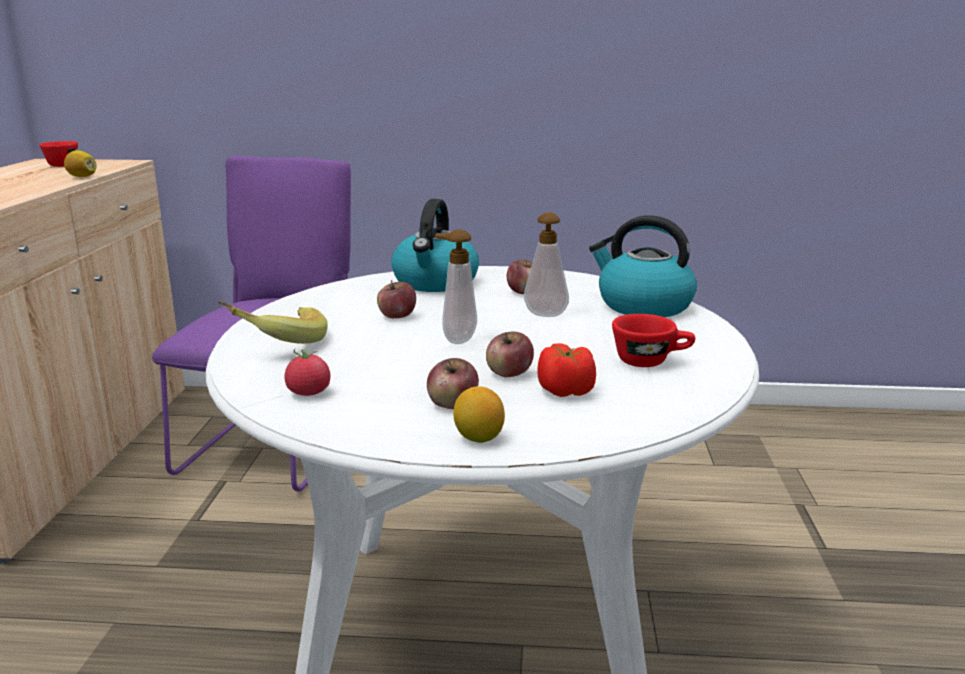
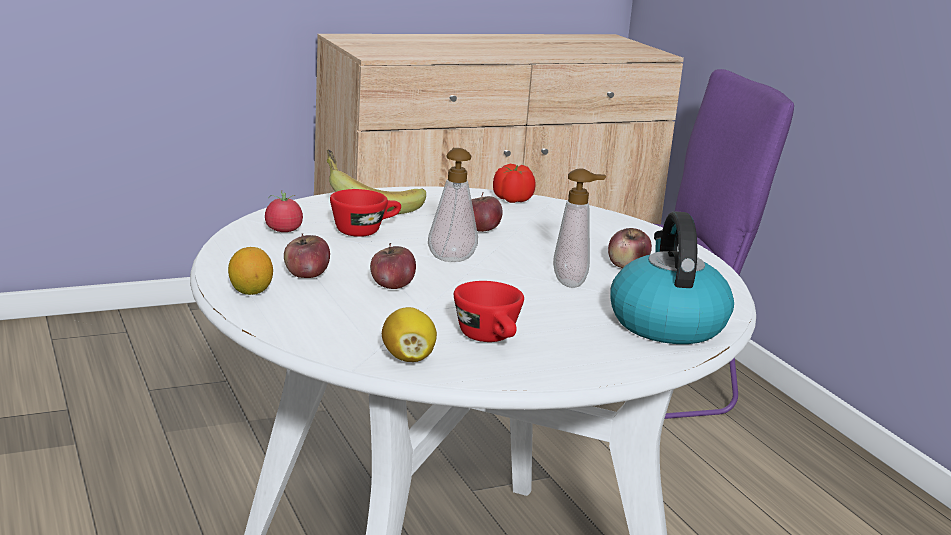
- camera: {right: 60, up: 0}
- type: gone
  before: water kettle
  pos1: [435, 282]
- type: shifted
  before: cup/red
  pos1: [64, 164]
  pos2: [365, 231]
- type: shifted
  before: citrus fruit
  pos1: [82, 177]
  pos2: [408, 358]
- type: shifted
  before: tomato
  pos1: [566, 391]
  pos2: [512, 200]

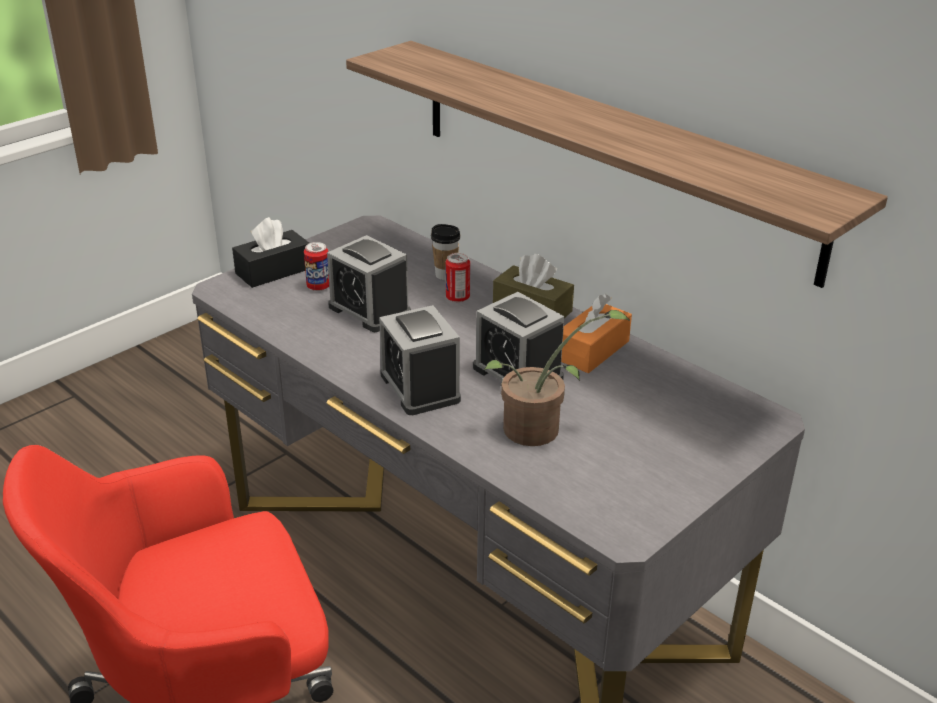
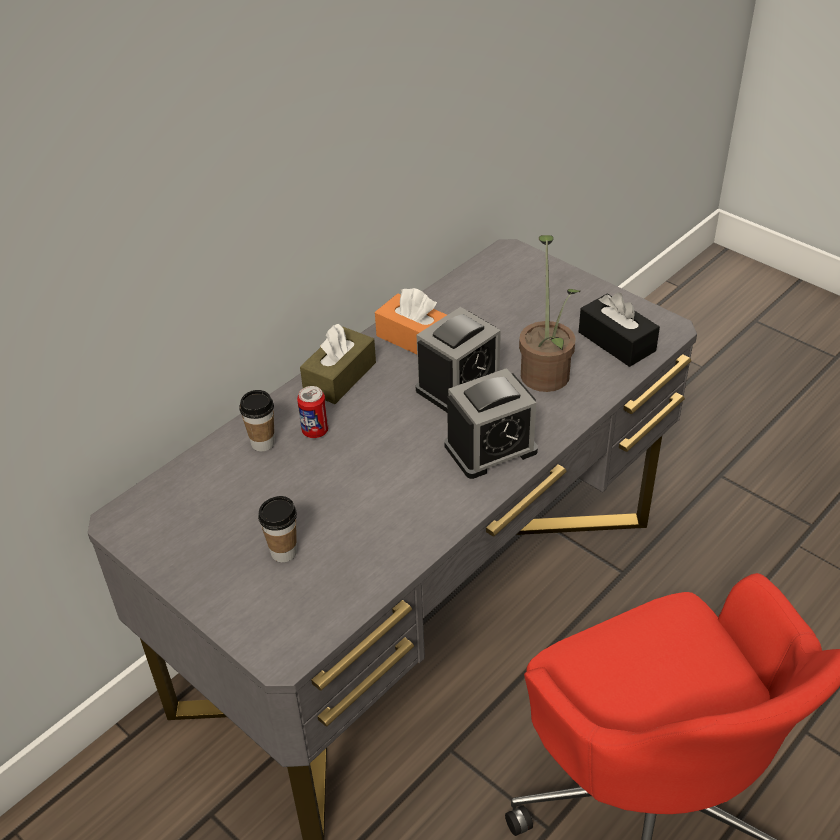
- camera: {right: -90, up: 10}
- type: gone
  before: table clock
  pos1: [369, 310]
- type: gone
  before: wall shelf
  pos1: [608, 154]
- type: shifted
  before: box of tissues/black-coloured
  pos1: [273, 271]
  pos2: [616, 341]
- type: swapped
  before: metal can
  after: cup
  pos1: [318, 287]
  pos2: [283, 552]

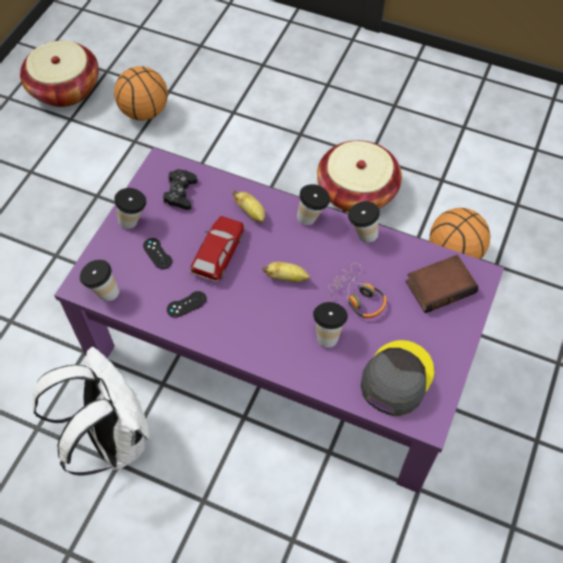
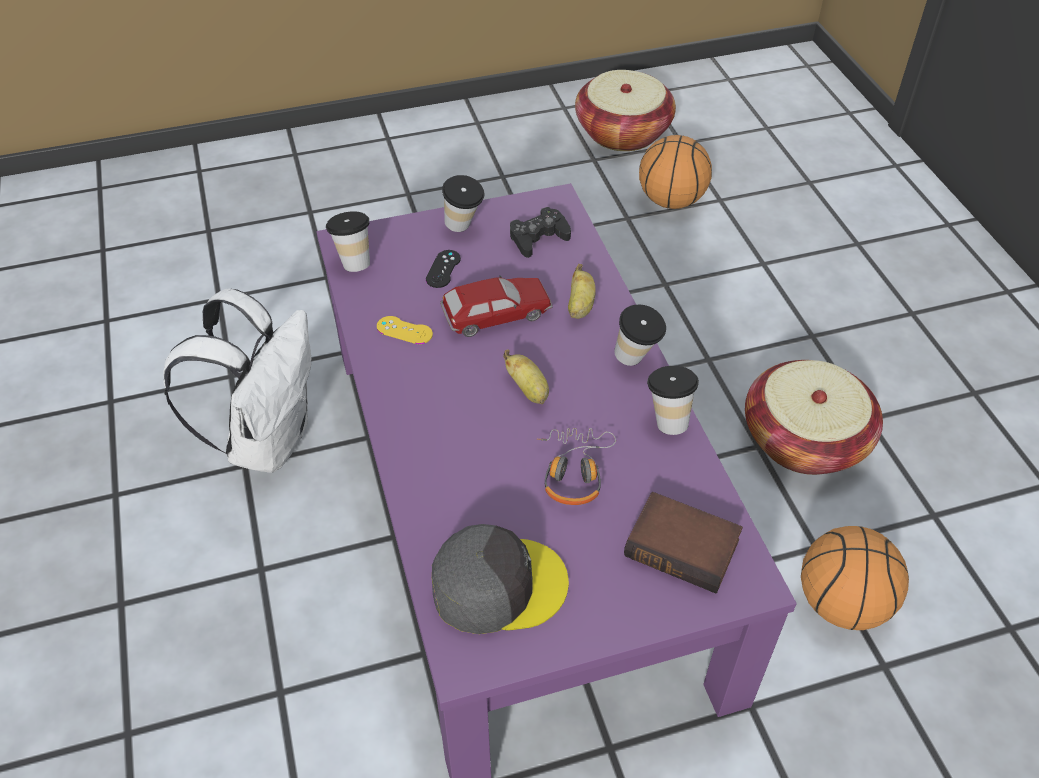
- camera: {right: 50, up: -10}
- type: gone
  before: cup
  pos1: [328, 334]
- type: repainted
  before: gamepad/black-coloured
  after: gamepad/yellow
  pos1: [186, 304]
  pos2: [404, 330]

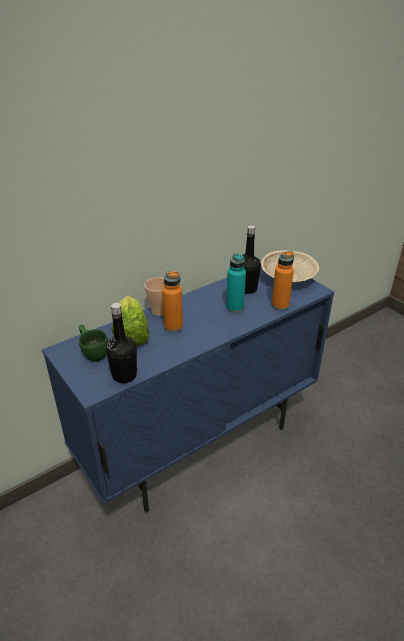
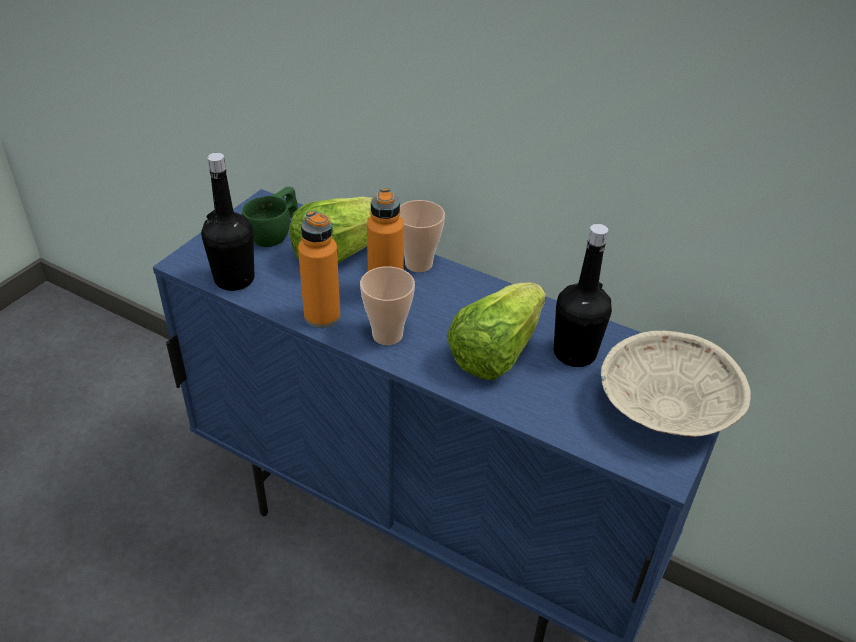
- camera: {right: 65, up: 5}
- type: new
  after: cup
  pos2: [387, 335]
- type: shifted
  before: drink bottle/orangey
  pos1: [280, 305]
  pos2: [322, 316]
- type: swapped
  before: drink bottle/blue-green
  after: lettuce head
  pos1: [235, 307]
  pos2: [495, 352]

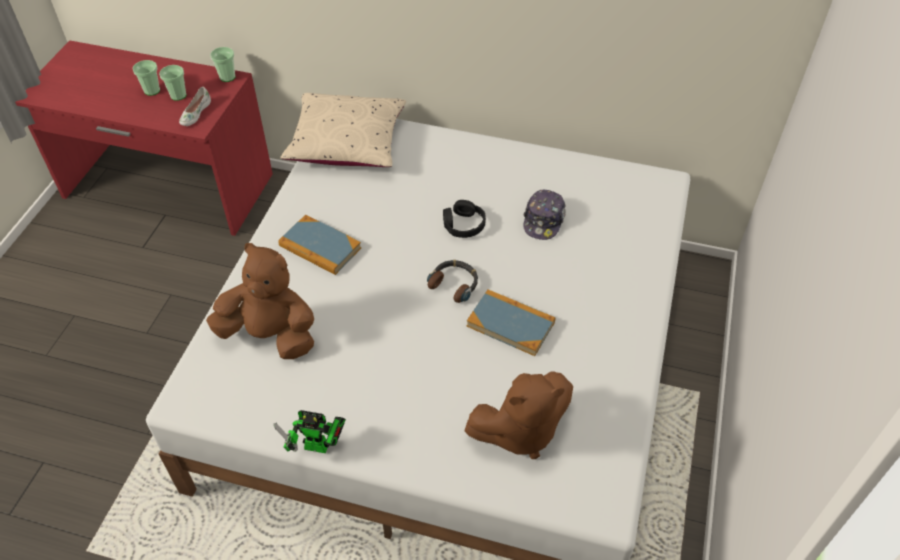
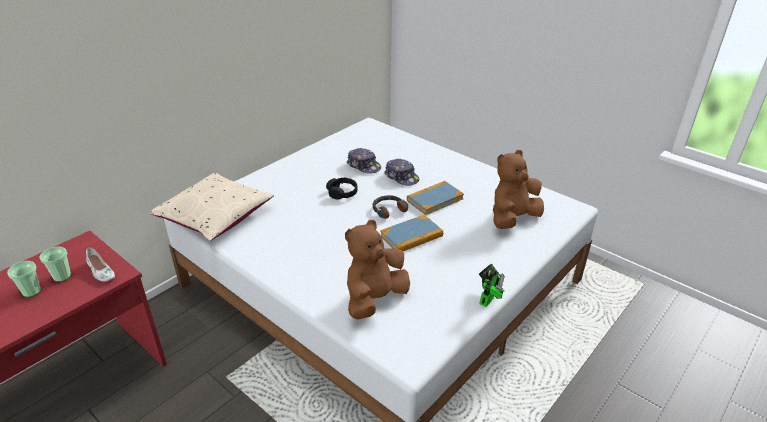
- camera: {right: -65, up: -15}
- type: gone
  before: cup
  pos1: [227, 77]
- type: new
  after: baseball cap
  pos2: [402, 177]
- type: shifted
  before: volume
  pos1: [320, 247]
  pos2: [411, 236]
- type: rotated
  before: soft toy/brown
  pos1: [520, 431]
  pos2: [512, 219]
  turn: -135

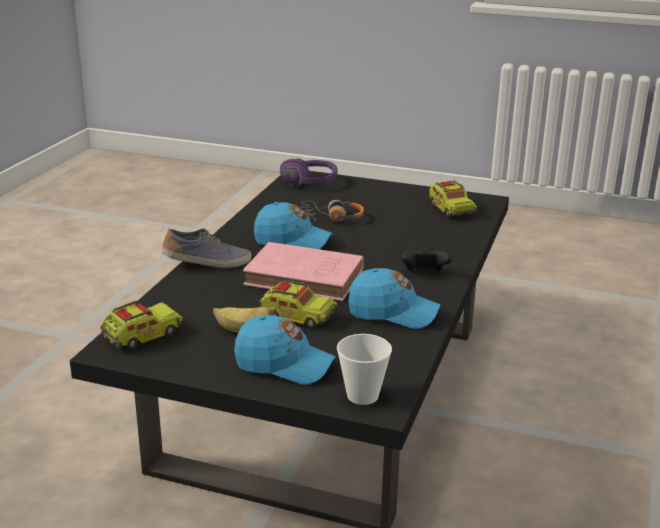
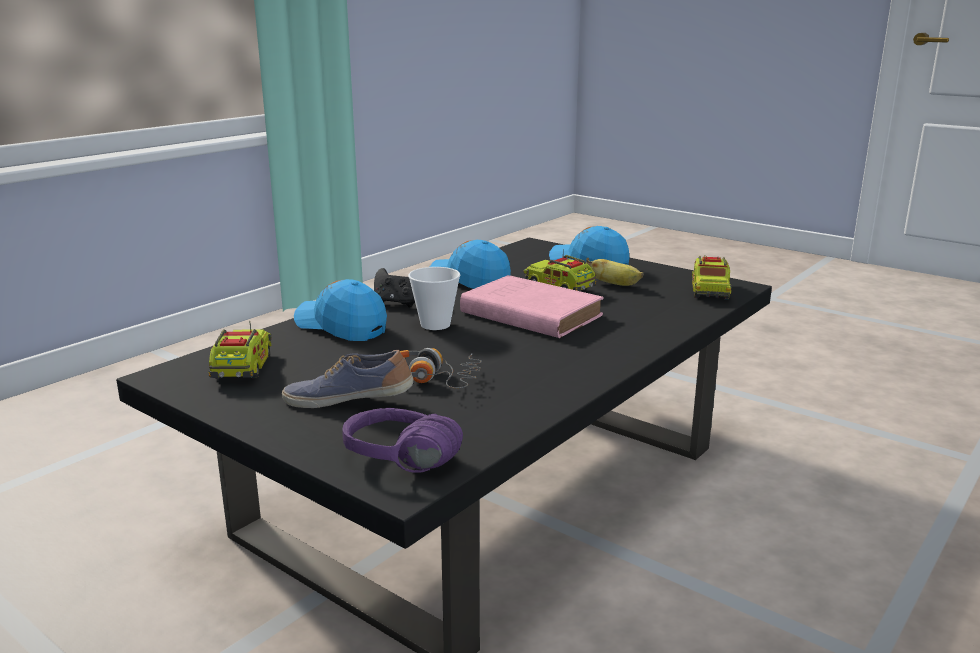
- camera: {right: -160, up: -5}
- type: shifted
  before: item of footwear
  pos1: [207, 263]
  pos2: [349, 401]
- type: shifted
  before: baseball cap/blue
  pos1: [292, 241]
  pos2: [341, 326]
- type: shifted
  before: cup
  pos1: [362, 396]
  pos2: [435, 324]
- type: rotated
  before: toy truck
  pos1: [142, 336]
  pos2: [709, 291]
  turn: -60

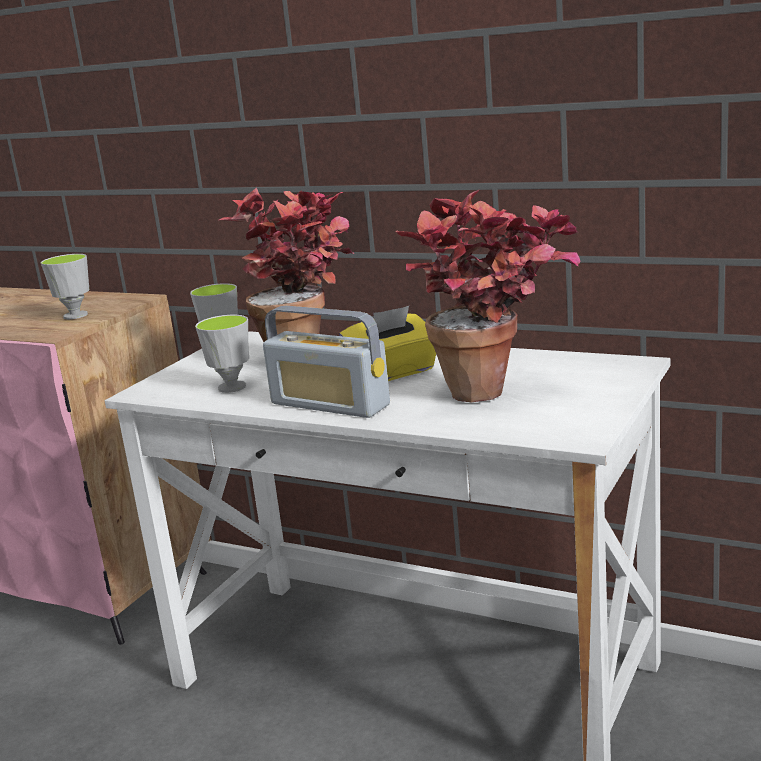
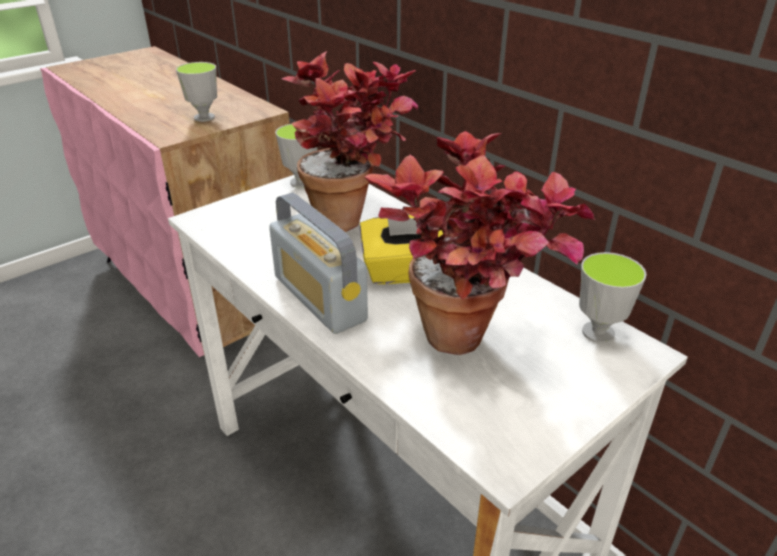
- camera: {right: 20, up: 15}
- type: shifted
  before: cup
  pos1: [232, 387]
  pos2: [598, 333]

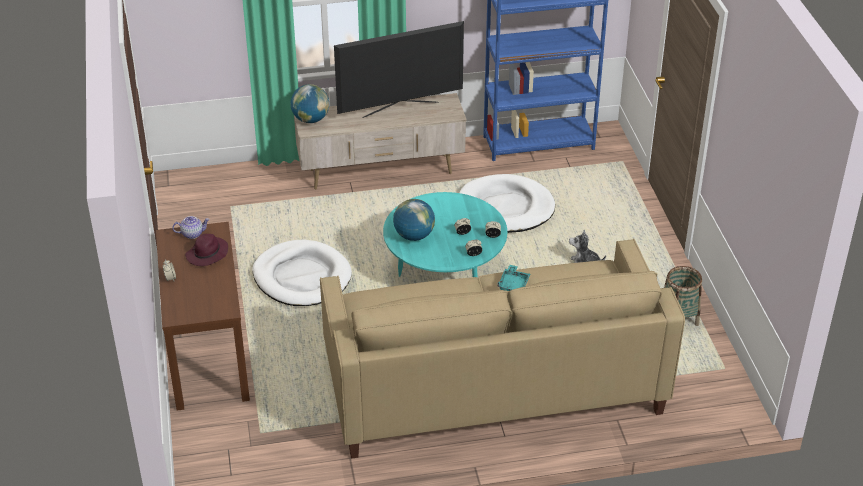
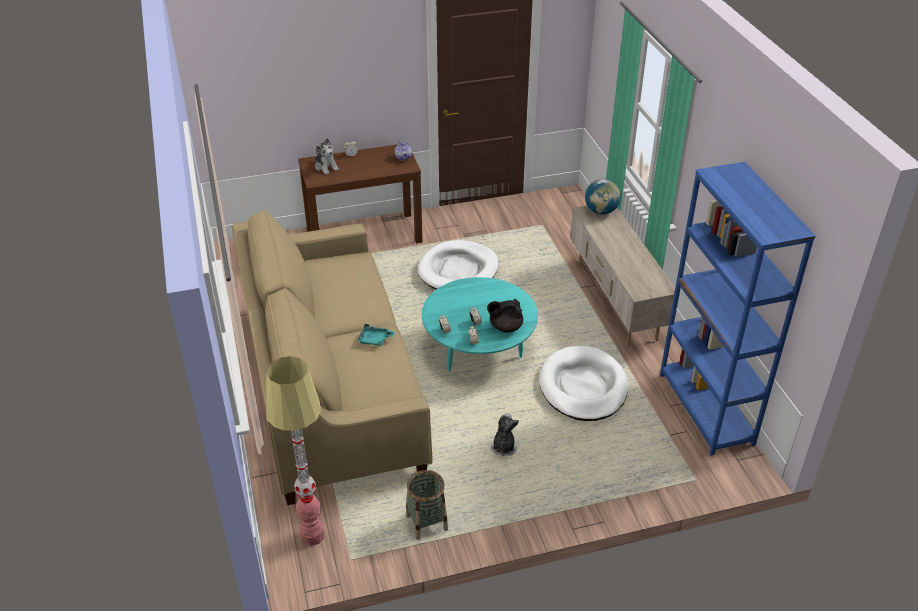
- camera: {right: 85, up: 0}
- type: gone
  before: hat/purple
  pos1: [207, 254]
- type: gone
  before: TV
  pos1: [400, 109]
- type: gone
  before: globe
  pos1: [414, 235]
- type: new
  after: standard lamp
  pos2: [312, 535]
- type: new
  after: soft toy
  pos2: [326, 167]
- type: new
  after: pot for tea/black-coloured
  pos2: [505, 327]

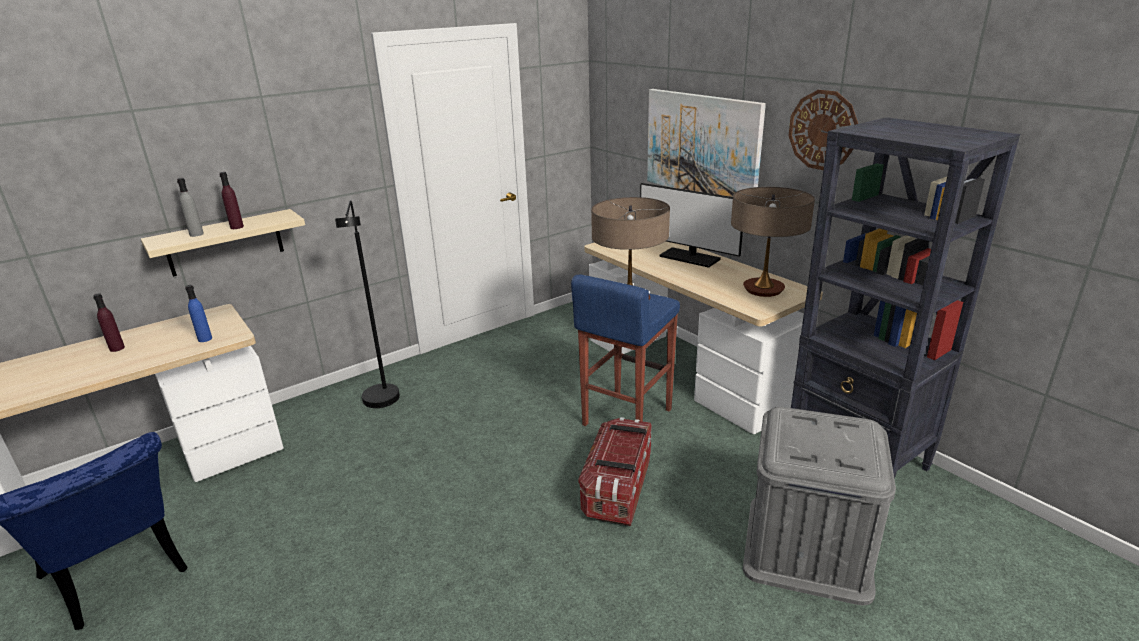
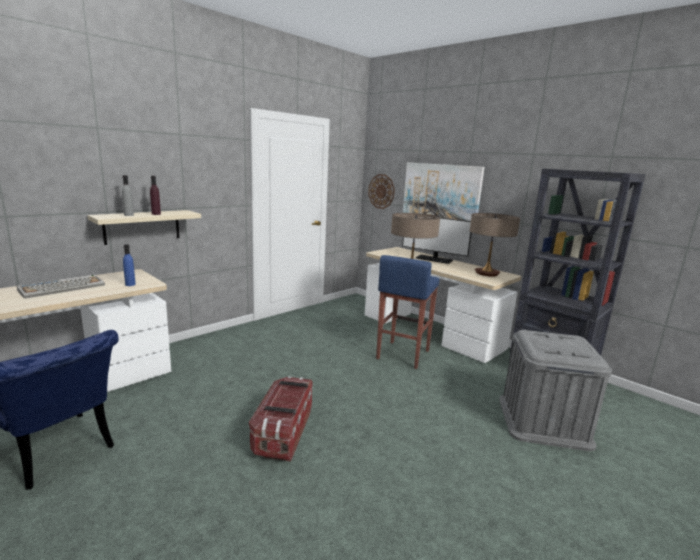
- camera: {right: -10, up: -10}
- type: gone
  before: standard lamp/black-coloured
  pos1: [382, 403]
- type: shifted
  before: storage bin
  pos1: [617, 488]
  pos2: [283, 432]
- type: shifted
  before: clock on the wall
  pos1: [823, 130]
  pos2: [381, 191]
- type: swapped
  before: drink bottle/purple
  after: PC keyboard
  pos1: [117, 348]
  pos2: [63, 287]

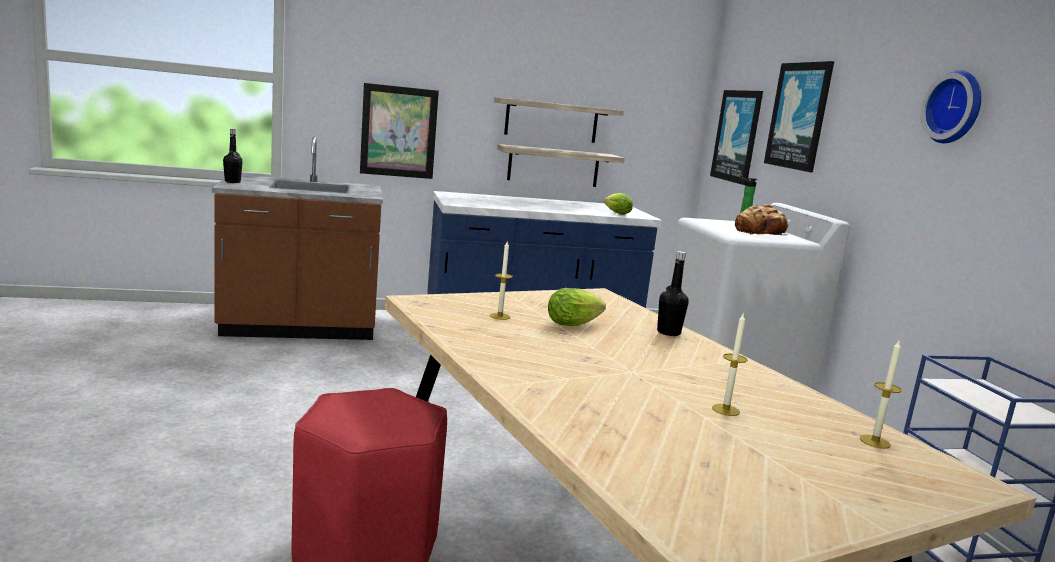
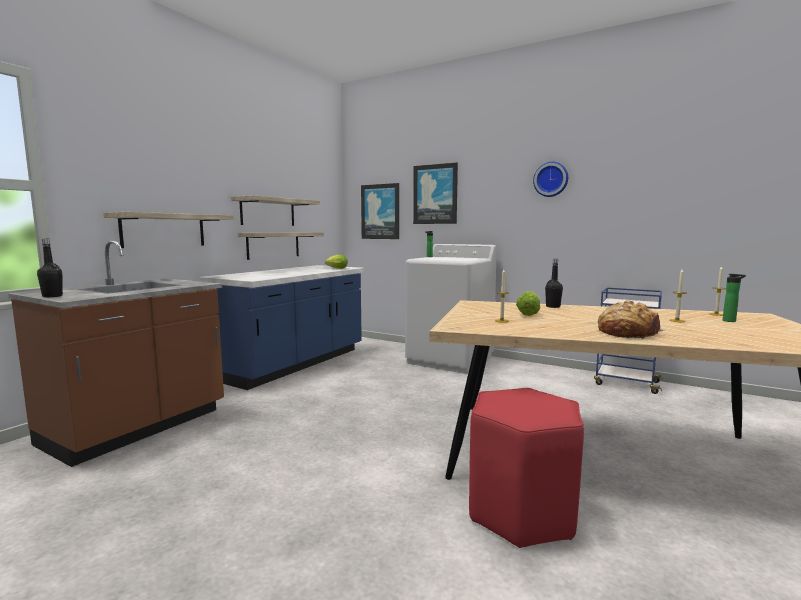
- camera: {right: -45, up: -5}
- type: new
  after: drink bottle
  pos2: [730, 321]
- type: shifted
  before: bakery bread
  pos1: [760, 233]
  pos2: [627, 332]
- type: swapped
  before: picture
  after: wall shelf
  pos1: [399, 131]
  pos2: [164, 230]

